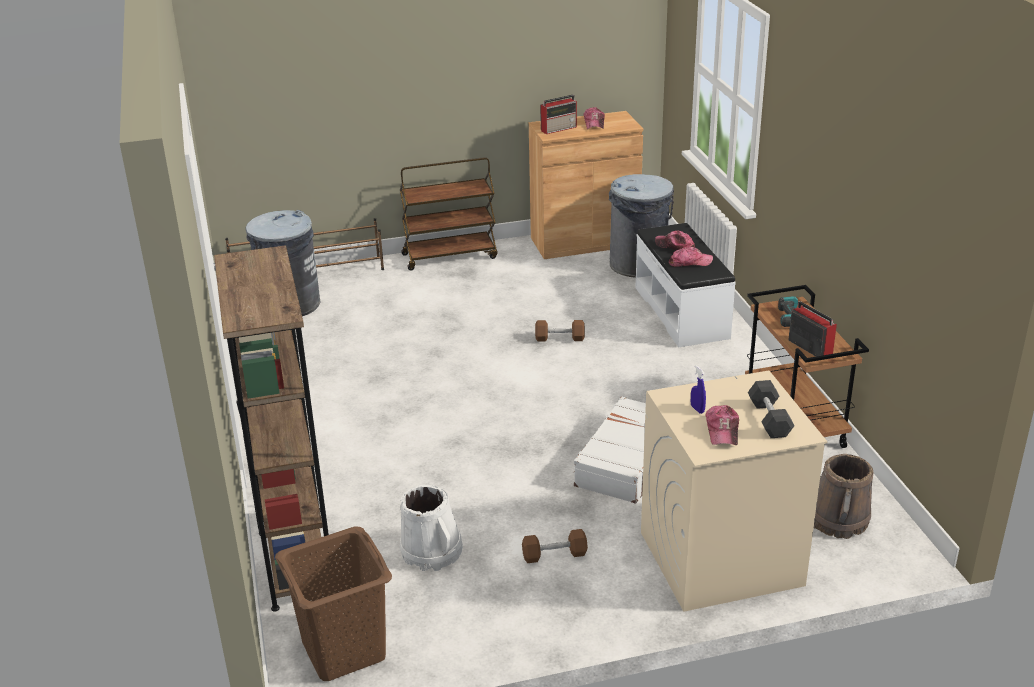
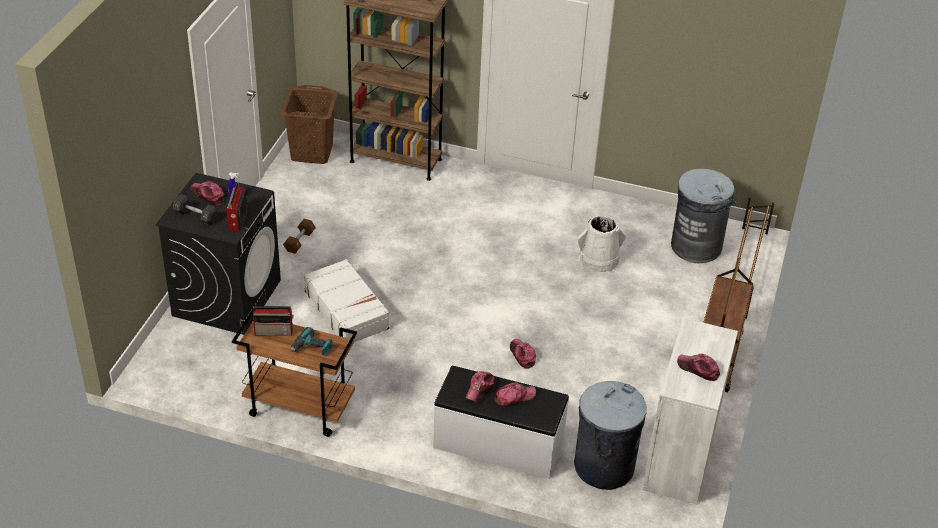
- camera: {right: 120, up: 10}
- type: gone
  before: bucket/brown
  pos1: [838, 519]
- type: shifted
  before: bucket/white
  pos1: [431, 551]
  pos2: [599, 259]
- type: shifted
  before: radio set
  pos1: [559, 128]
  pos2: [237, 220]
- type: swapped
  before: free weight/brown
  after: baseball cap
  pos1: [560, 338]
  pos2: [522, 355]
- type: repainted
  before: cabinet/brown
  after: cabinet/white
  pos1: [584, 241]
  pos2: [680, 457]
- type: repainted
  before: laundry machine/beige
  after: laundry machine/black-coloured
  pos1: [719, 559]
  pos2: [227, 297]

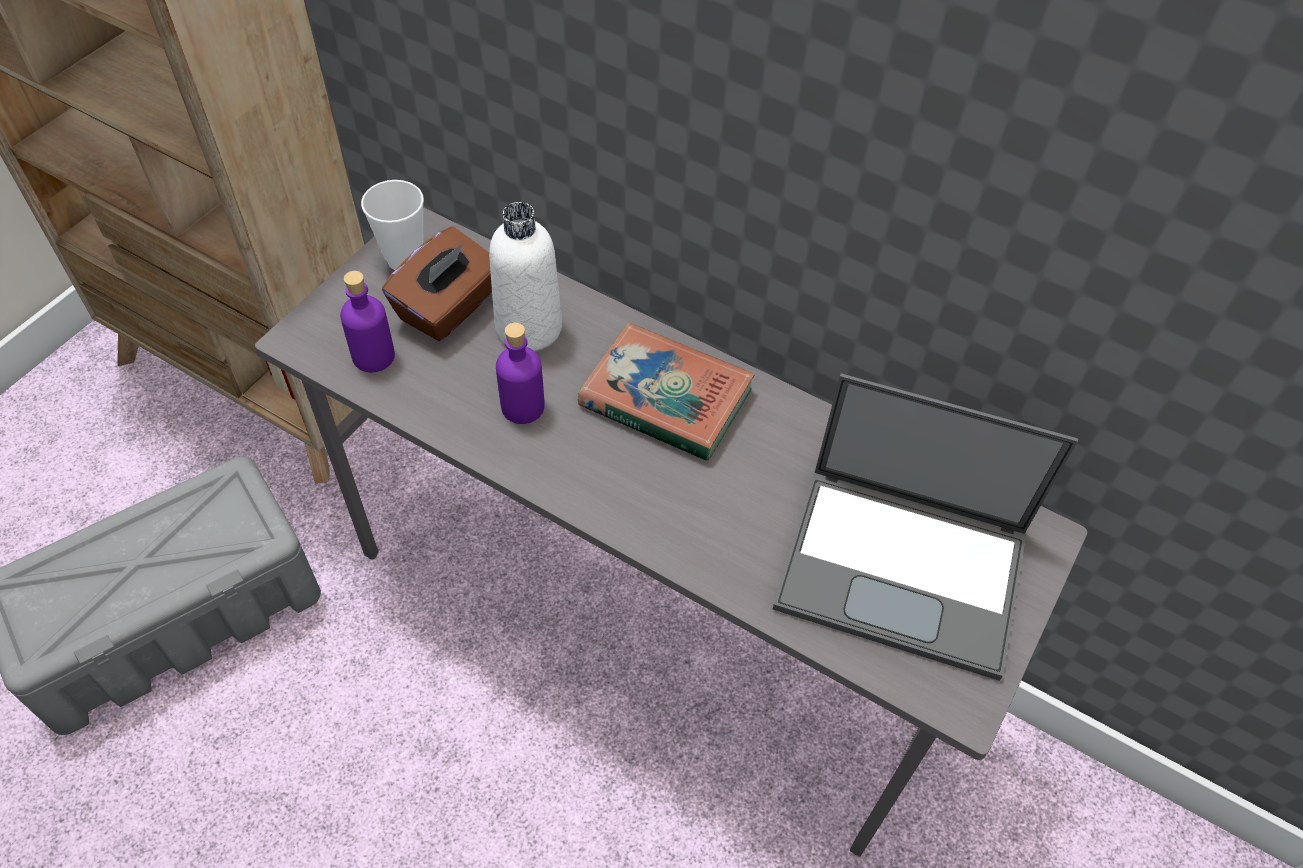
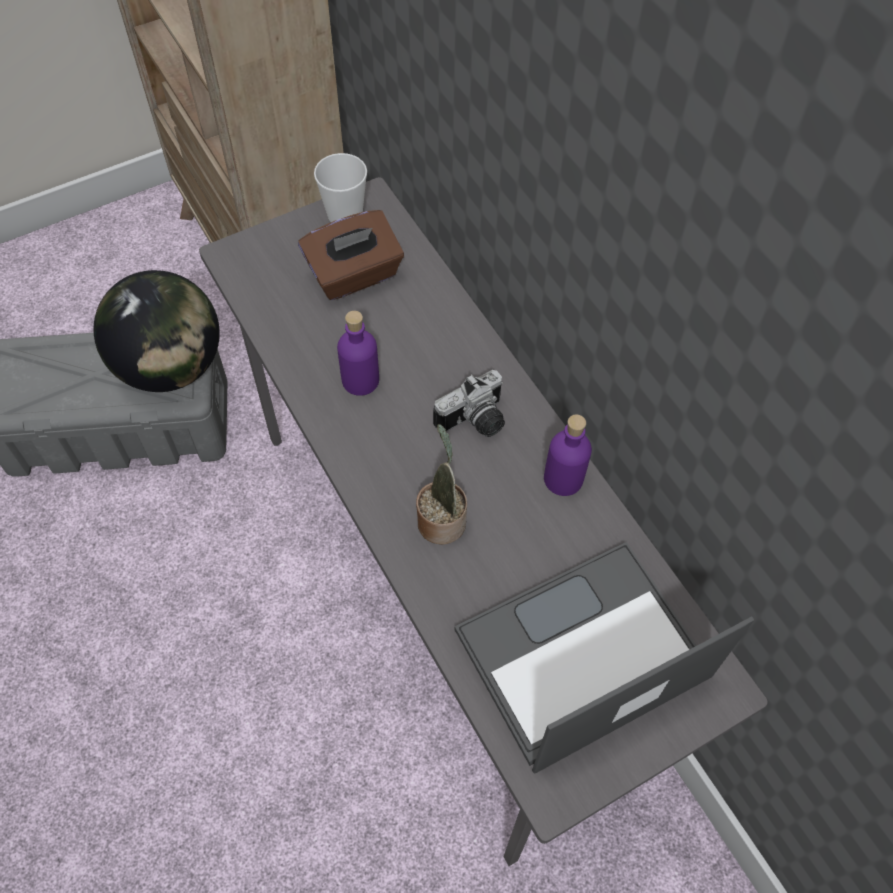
- camera: {right: 30, up: 5}
- type: gone
  before: drink bottle/white
  pos1: [528, 328]
- type: new
  after: globe
  pos2: [171, 366]
- type: new
  after: potted plant
  pos2: [441, 519]
- type: shifted
  before: drink bottle/purple
  pos1: [374, 356]
  pos2: [563, 479]
- type: swapped
  before: volume
  after: photo camera
  pos1: [665, 398]
  pos2: [475, 422]
- type: rotated
  before: portable computer
  pos1: [905, 569]
  pos2: [580, 656]
  turn: 105

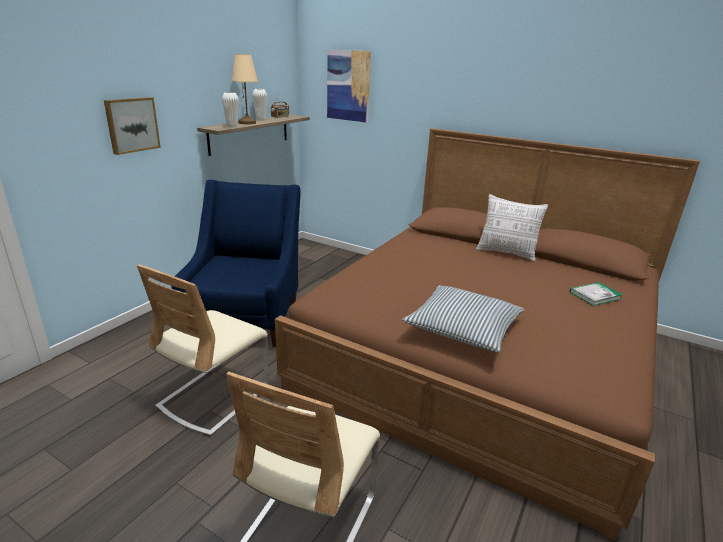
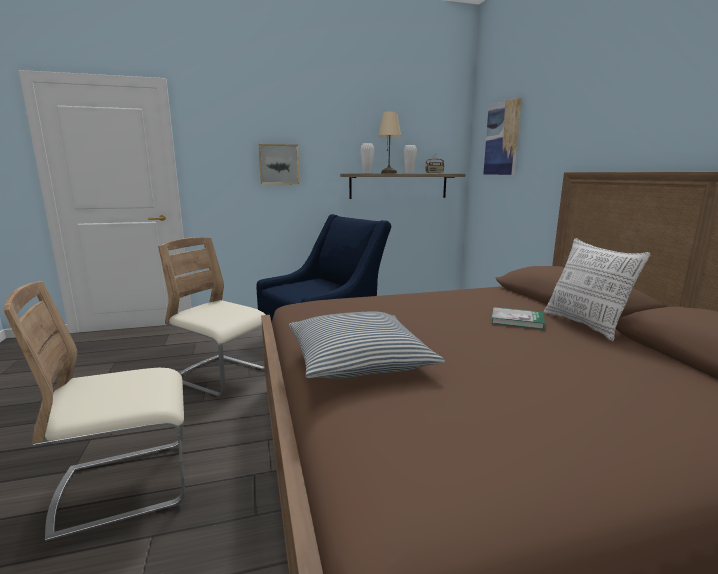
- camera: {right: 45, up: -10}
- type: shifted
  before: volume
  pos1: [595, 295]
  pos2: [517, 320]
- type: rotated
  before: chair/beige
  pos1: [214, 397]
  pos2: [221, 376]
  turn: 45

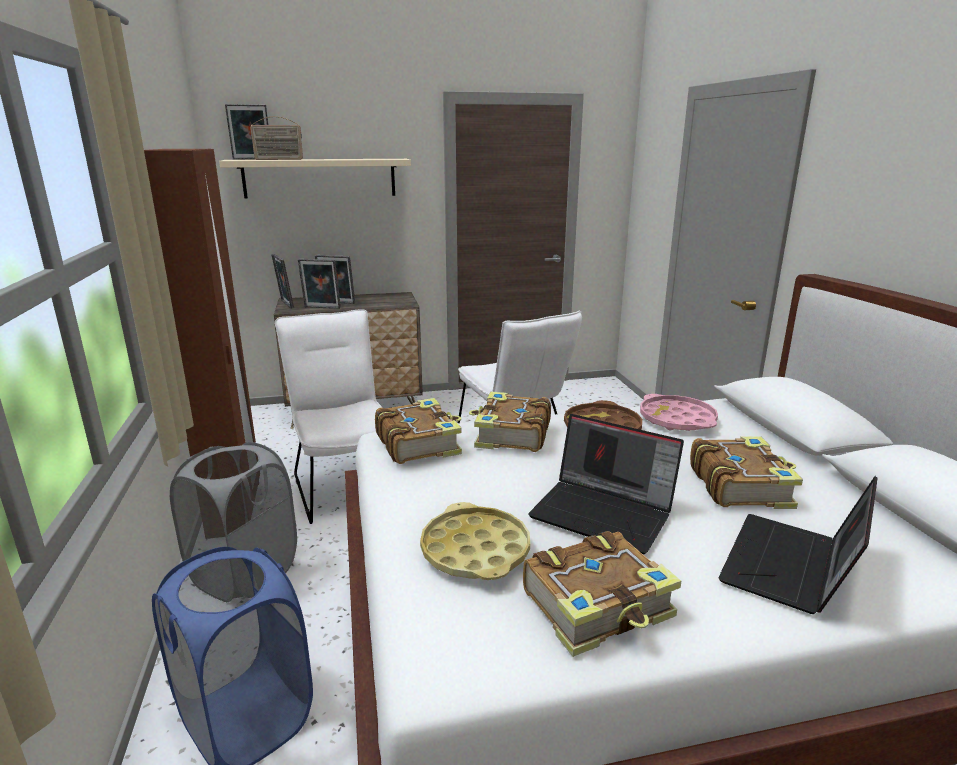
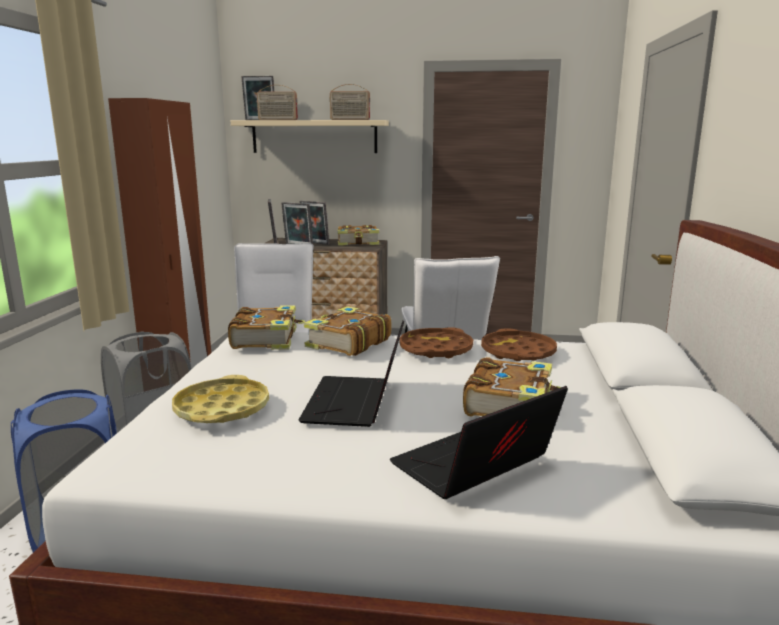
- camera: {right: 20, up: -5}
- type: new
  after: radio set
  pos2: [349, 119]
- type: shifted
  before: volume
  pos1: [599, 606]
  pos2: [358, 243]
- type: repainted
  before: tray/pinkish
  after: tray/brown
  pos1: [677, 419]
  pos2: [518, 352]
- type: rotated
  before: portable computer
  pos1: [604, 513]
  pos2: [356, 403]
  turn: 45

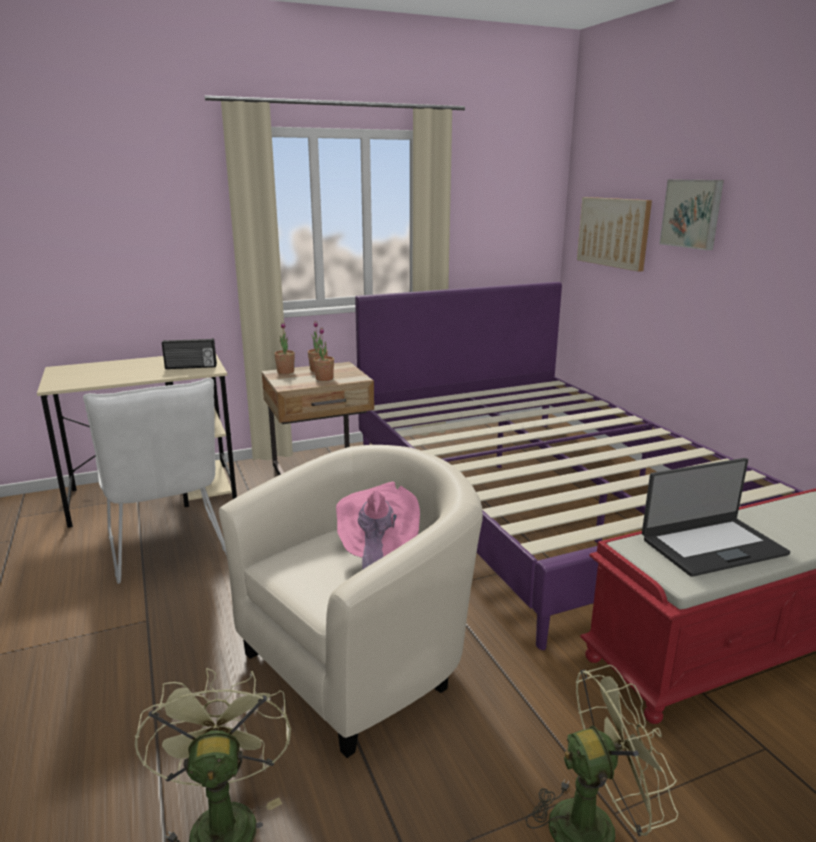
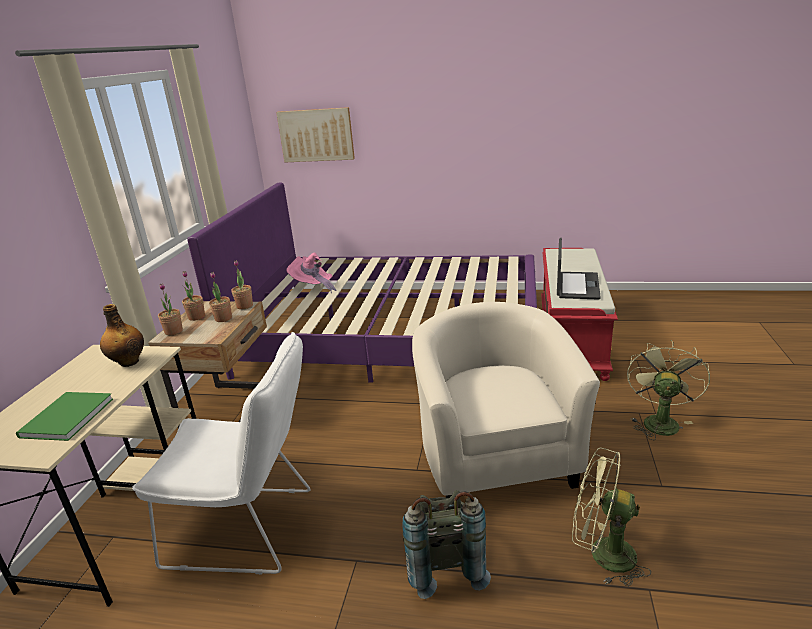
- camera: {right: -55, up: 5}
- type: gone
  before: picture
  pos1: [692, 213]
- type: new
  after: volume/green
  pos2: [64, 419]
- type: new
  after: potted plant
  pos2: [244, 306]
- type: new
  after: knapsack/grey
  pos2: [443, 565]
- type: shifted
  before: hat/pinkish
  pos1: [377, 555]
  pos2: [313, 287]
- type: swapped
  before: radio set
  after: drink bottle
  pos1: [191, 367]
  pos2: [128, 362]

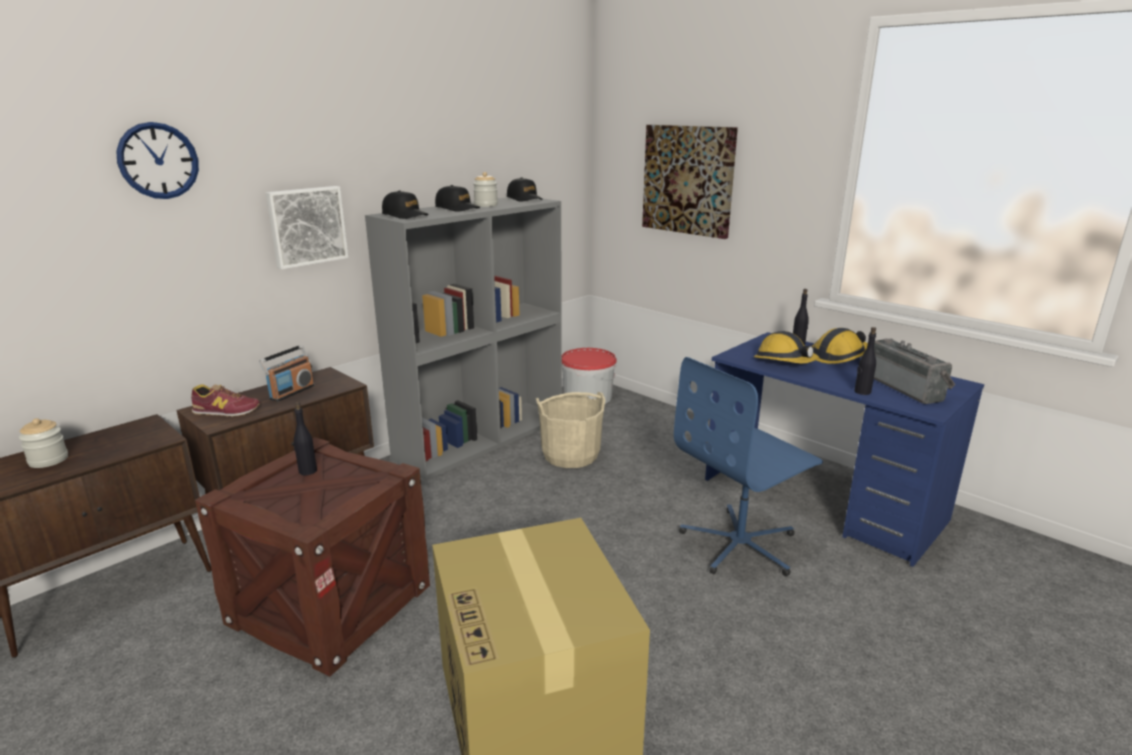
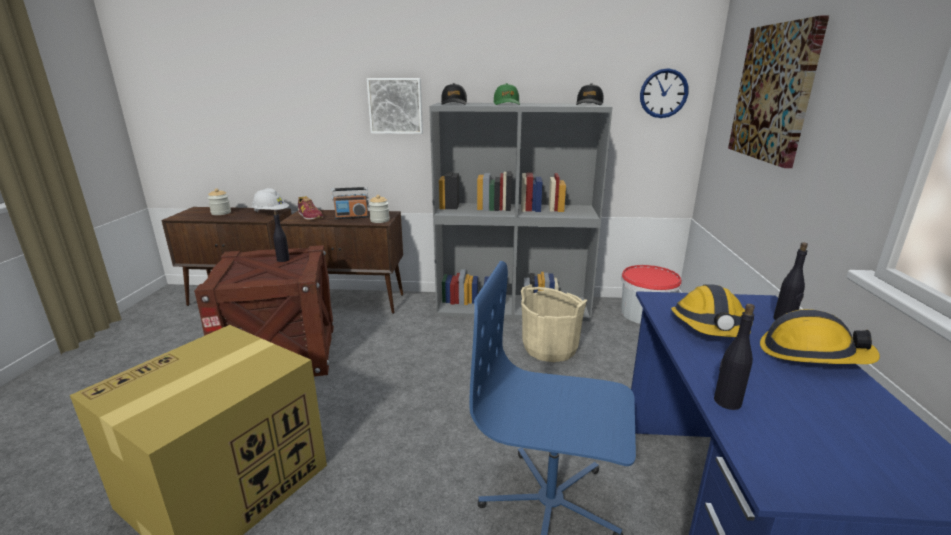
- camera: {right: 50, up: 0}
- type: gone
  before: radio set
  pos1: [907, 388]
- type: new
  after: safety helmet/white
  pos2: [271, 213]
- type: shifted
  before: clock on the wall
  pos1: [158, 161]
  pos2: [663, 93]
- type: shifted
  before: jar
  pos1: [486, 205]
  pos2: [380, 220]
- type: repainted
  before: baseball cap/black-coloured
  after: baseball cap/green
  pos1: [457, 208]
  pos2: [506, 104]

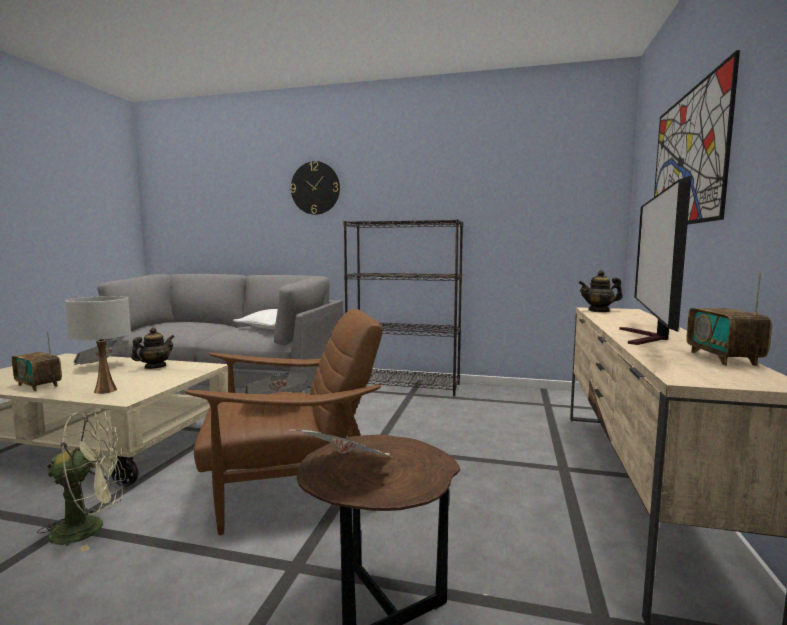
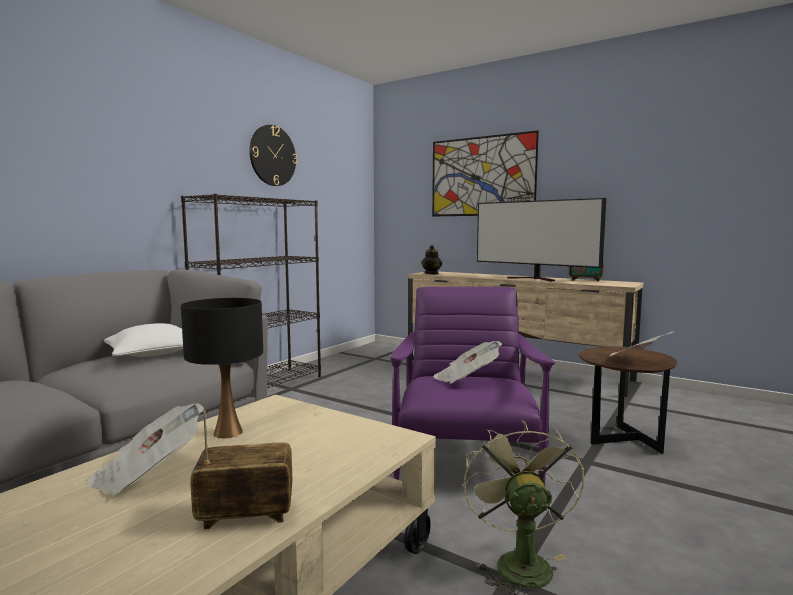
- camera: {right: -70, up: 0}
- type: gone
  before: table lamp/white
  pos1: [106, 390]
- type: shifted
  before: clock on the wall
  pos1: [315, 188]
  pos2: [272, 155]
- type: swapped
  before: pot for tea
  after: table lamp/black-coloured
  pos1: [155, 367]
  pos2: [228, 432]
- type: repainted
  before: lounge chair/brown
  after: lounge chair/purple
  pos1: [291, 485]
  pos2: [466, 455]
- type: rotated
  before: radio set
  pos1: [38, 385]
  pos2: [246, 515]
  turn: -150

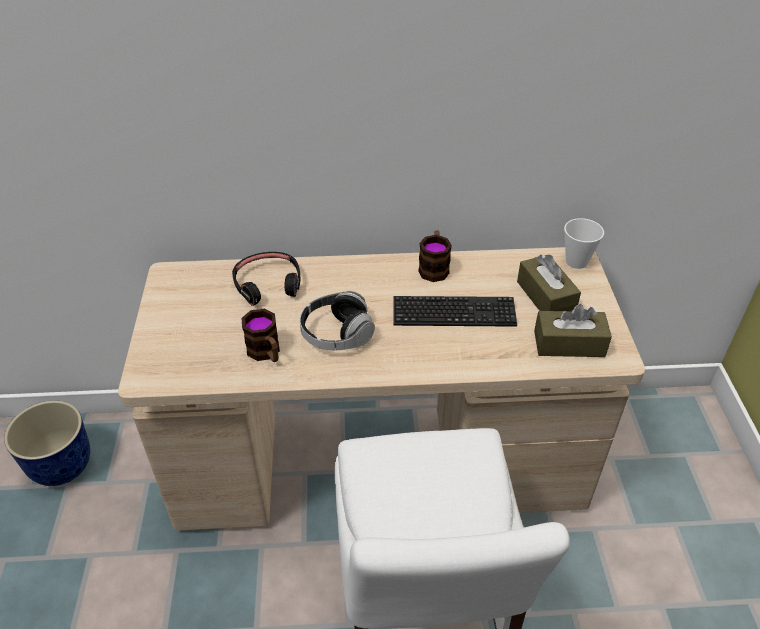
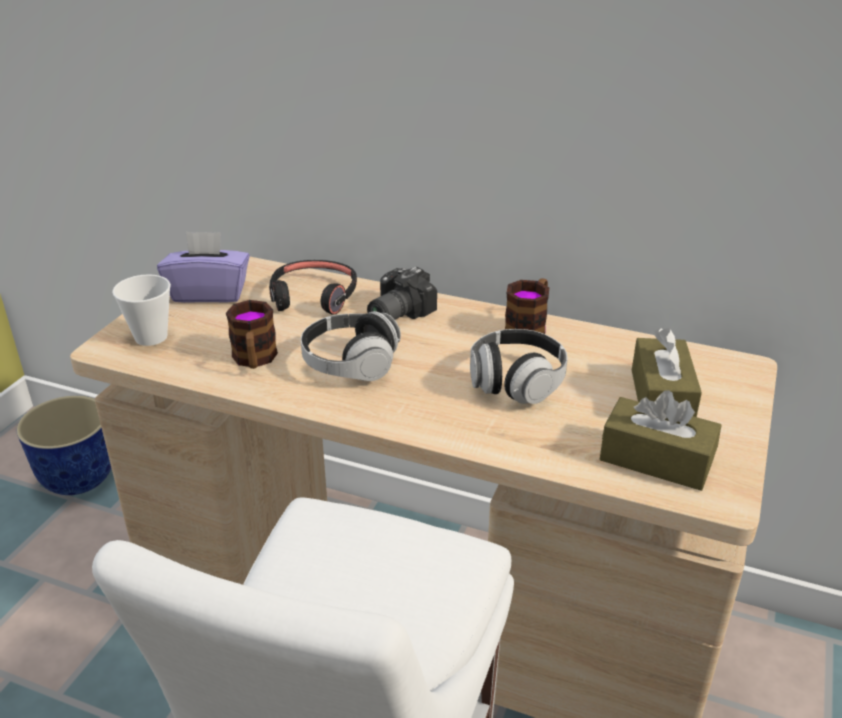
- camera: {right: 25, up: -10}
- type: new
  after: box of tissues/purple
  pos2: [209, 293]
- type: new
  after: photo camera
  pos2: [395, 313]
- type: shifted
  before: cup
  pos1: [576, 261]
  pos2: [151, 337]
- type: swapped
  before: PC keyboard
  after: headphones
  pos1: [454, 313]
  pos2: [516, 382]

